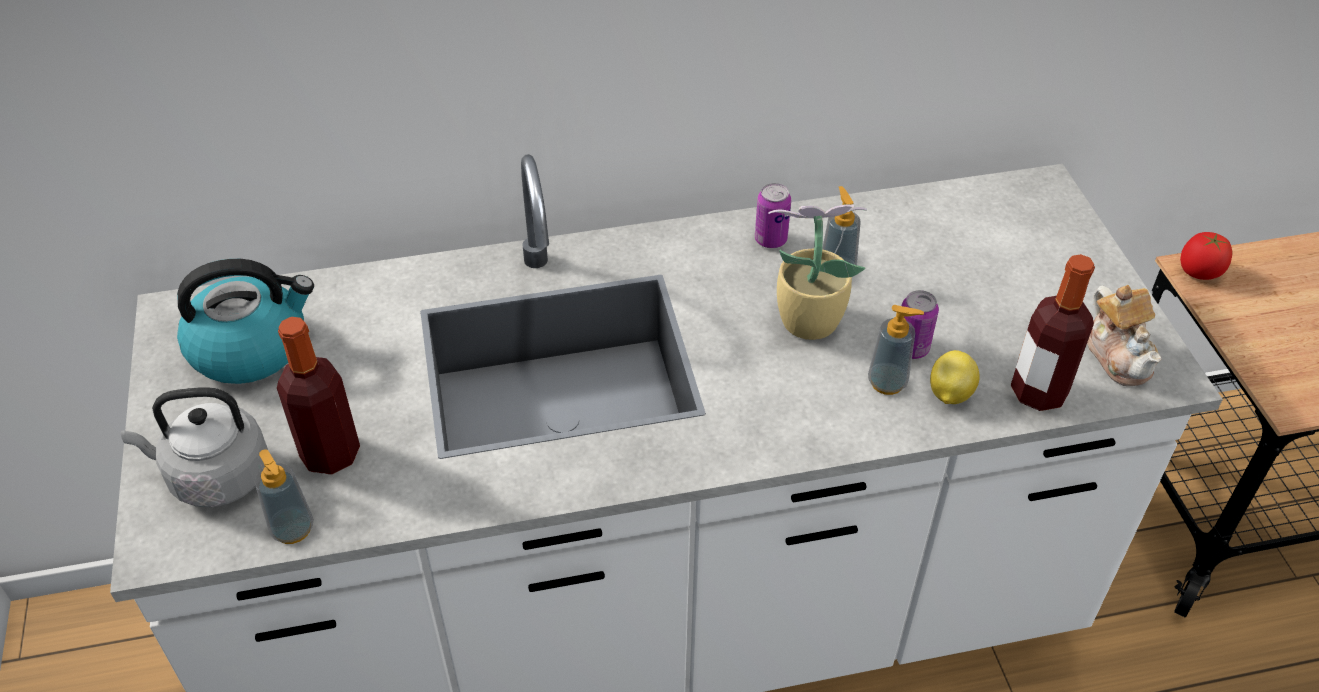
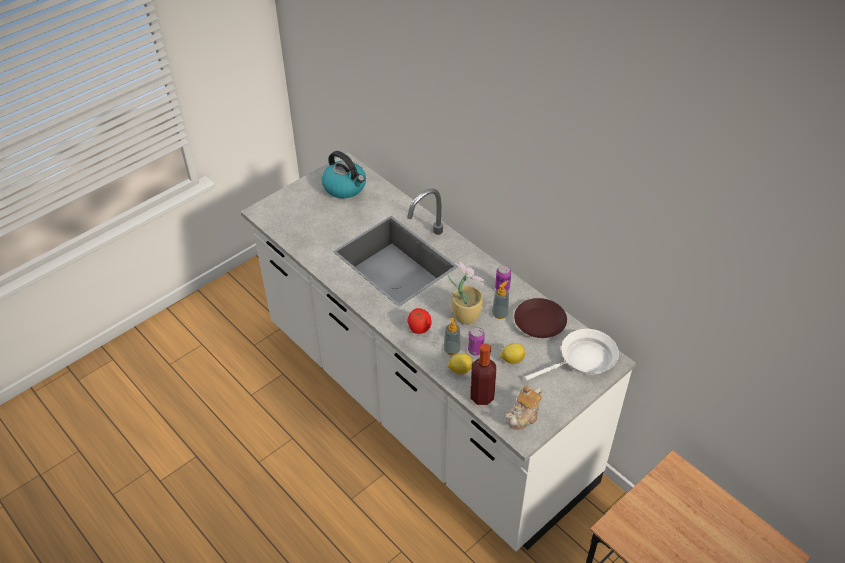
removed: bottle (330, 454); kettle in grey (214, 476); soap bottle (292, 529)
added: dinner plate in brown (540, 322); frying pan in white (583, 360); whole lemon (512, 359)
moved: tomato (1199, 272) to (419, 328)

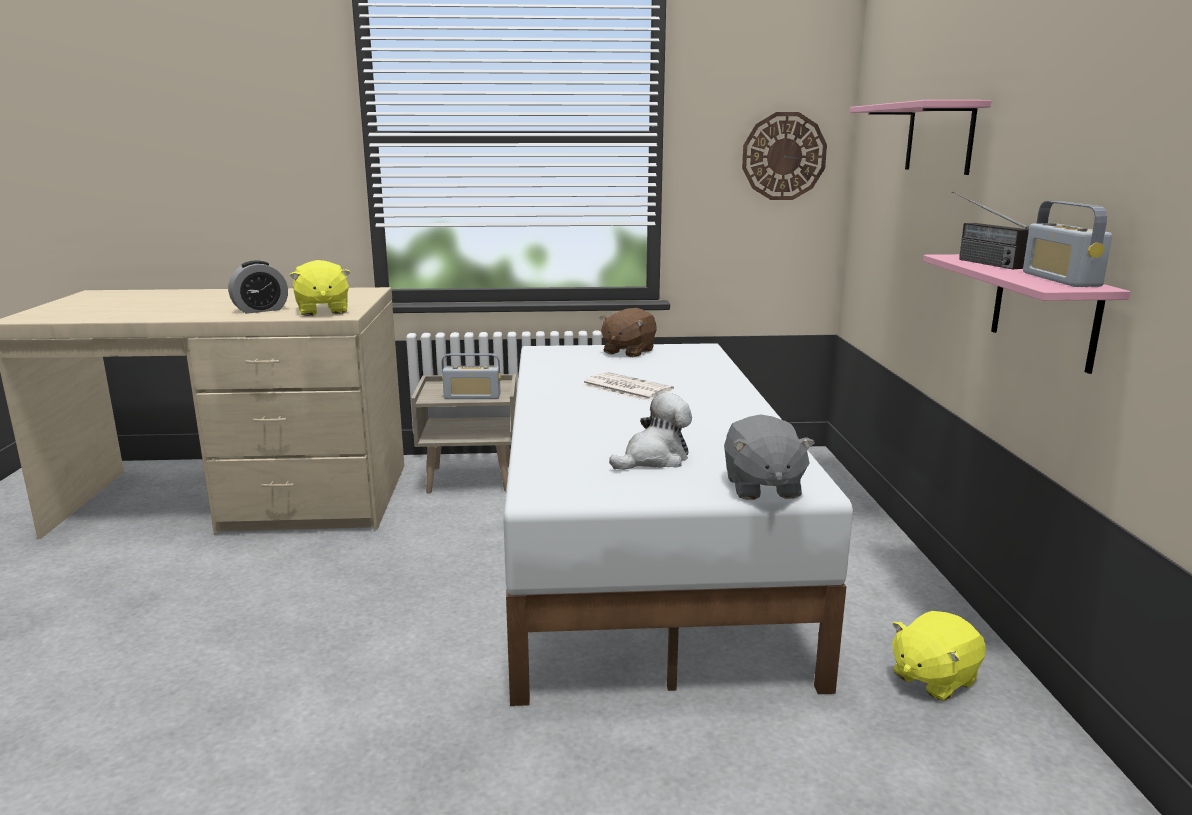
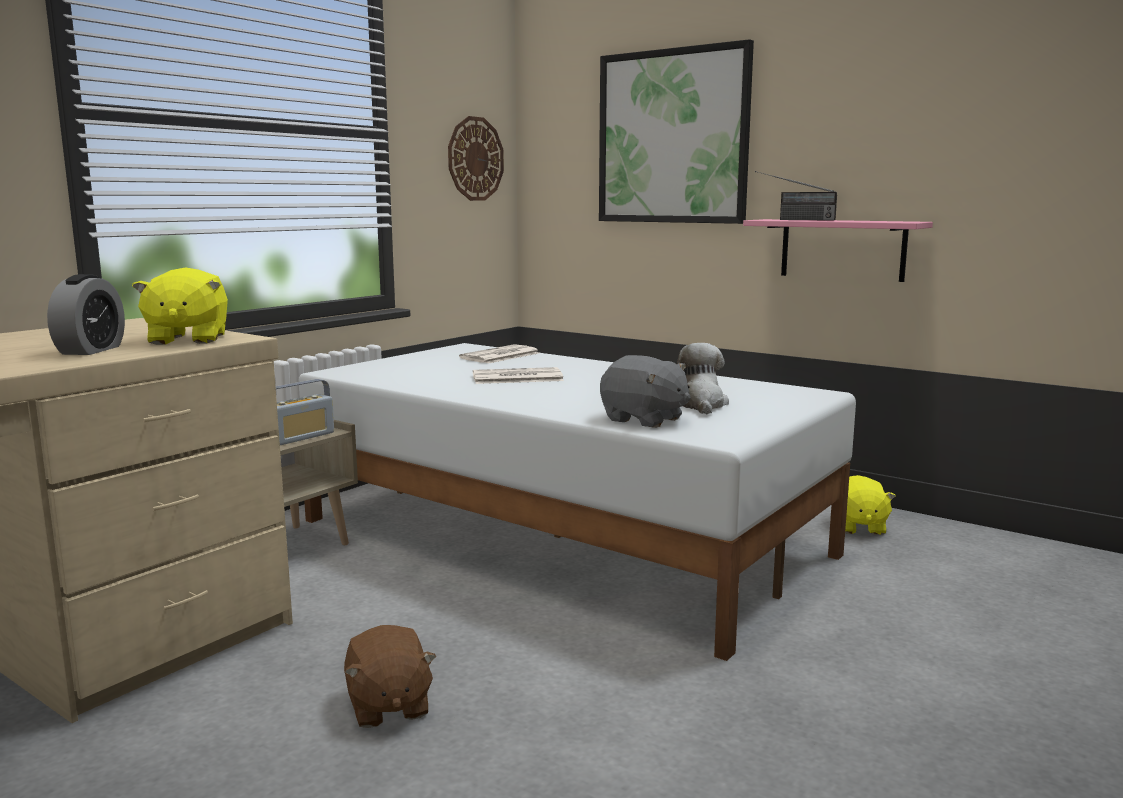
removed: radio set (1060, 279)
added: daily paper (500, 356)
moved: soft toy in brown (628, 351) to (388, 706); soft toy in grey (761, 487) to (644, 419)
replaced: wall shelf in pink-coloured (939, 138) to picture (672, 137)
turned: soft toy in yellow-coloured (322, 311) = (187, 339) 60 degrees clockwise

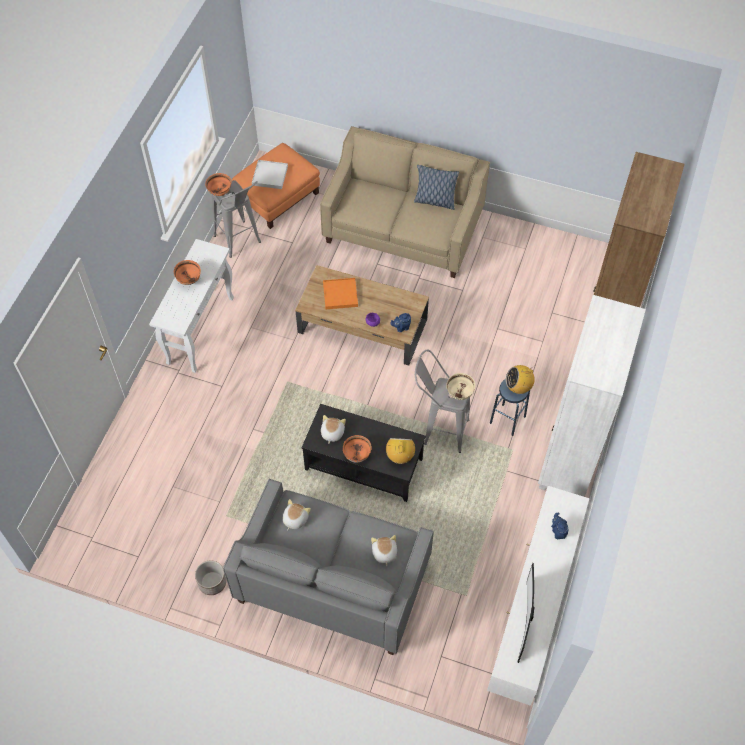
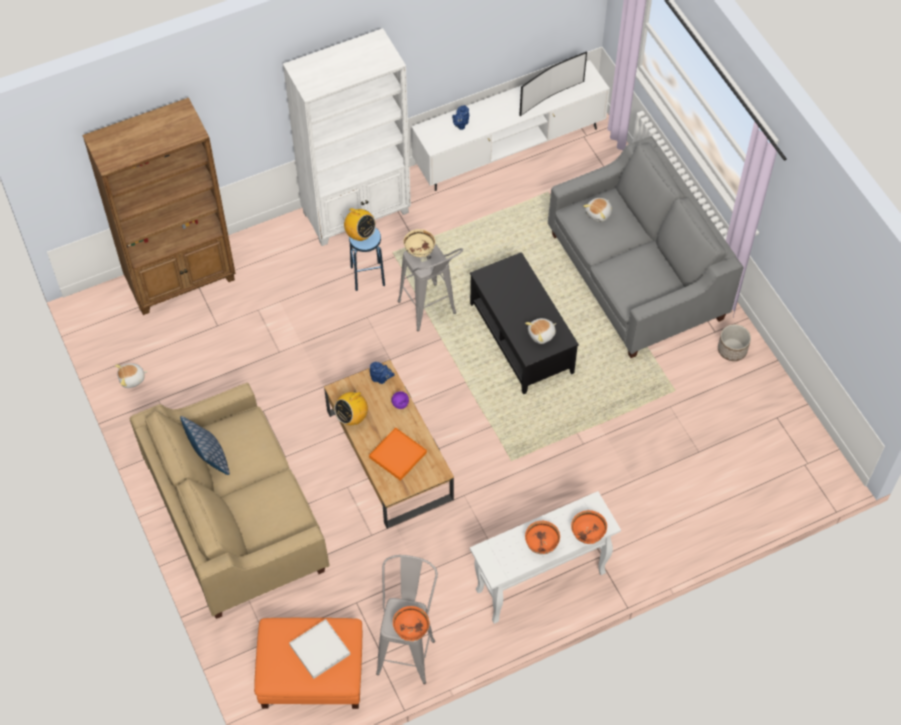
moved: serving bowl in orangey (356, 455) to (588, 535); radio set (400, 456) to (352, 417); soft toy (295, 519) to (132, 379)

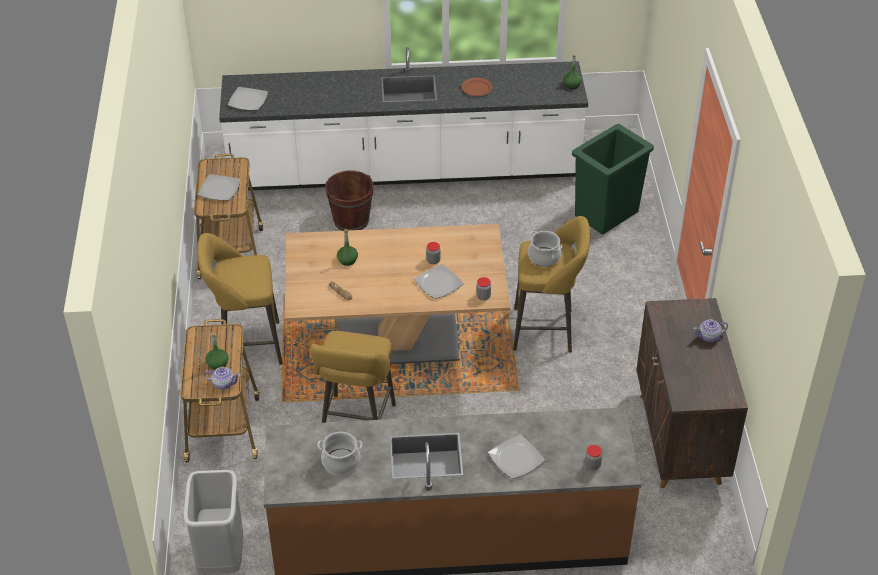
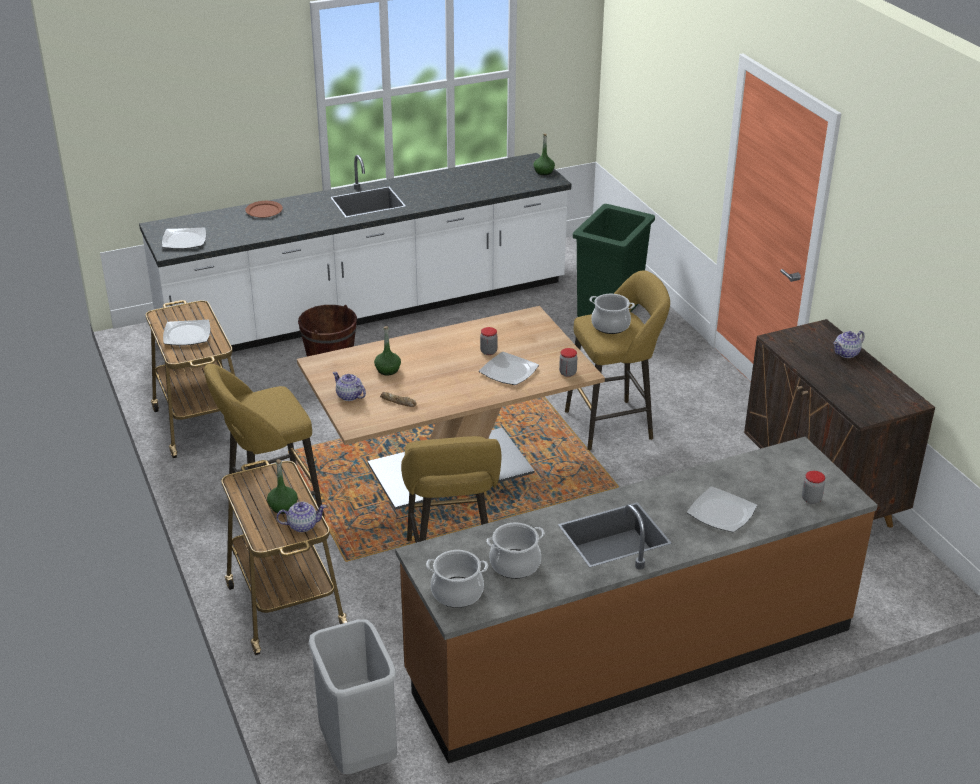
added: teapot (349, 396); stockpot (457, 593)
moved: dinner plate in brown (476, 88) to (264, 211)

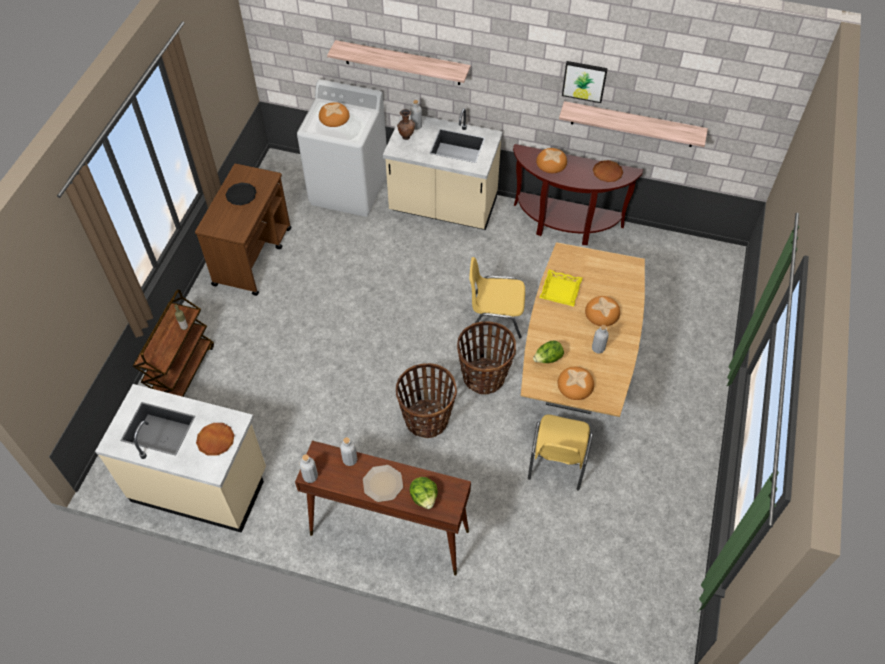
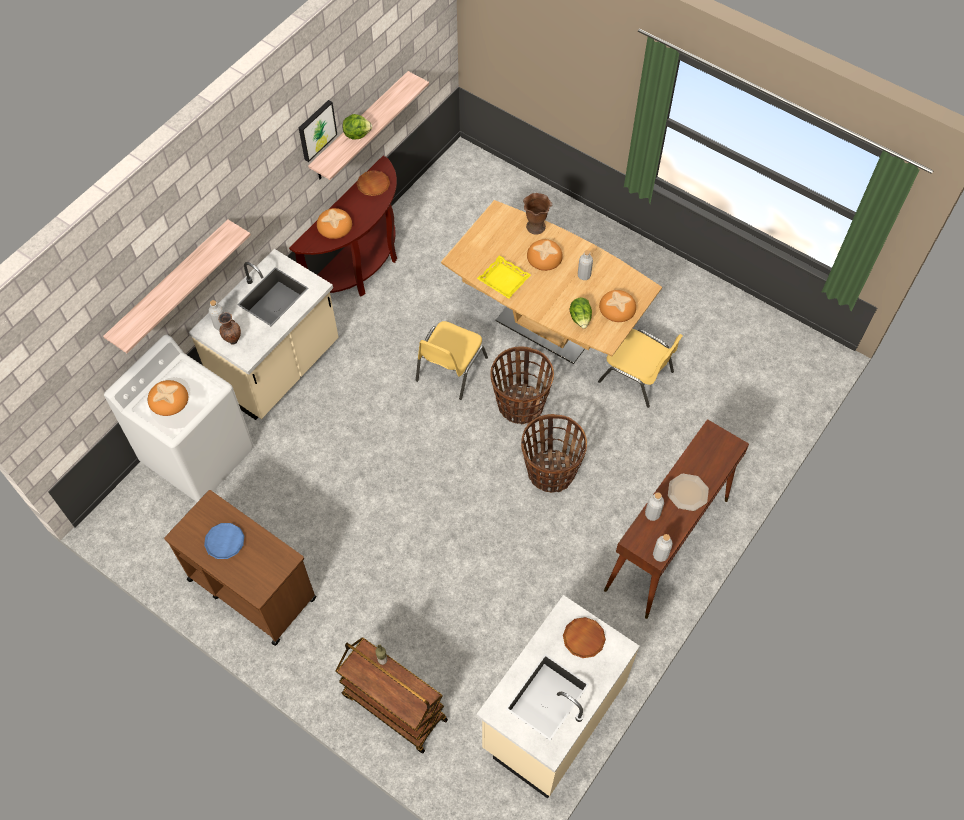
added: flower vase in brown (536, 226)
moved: lettuce head (424, 497) to (357, 134)
recoloured: dinner plate in black-coloured (241, 195) to dinner plate in bluish (225, 542)

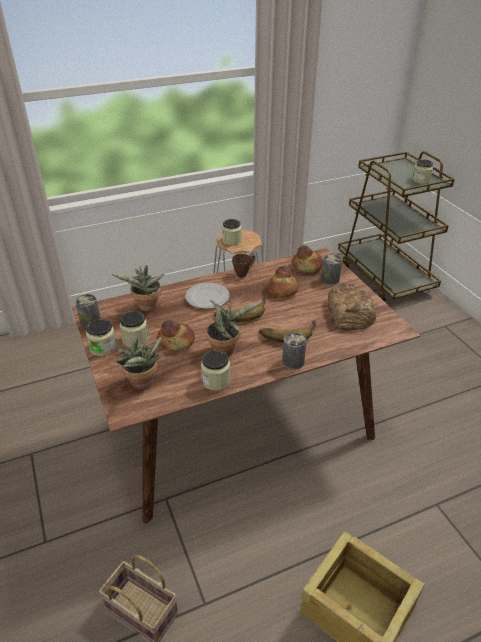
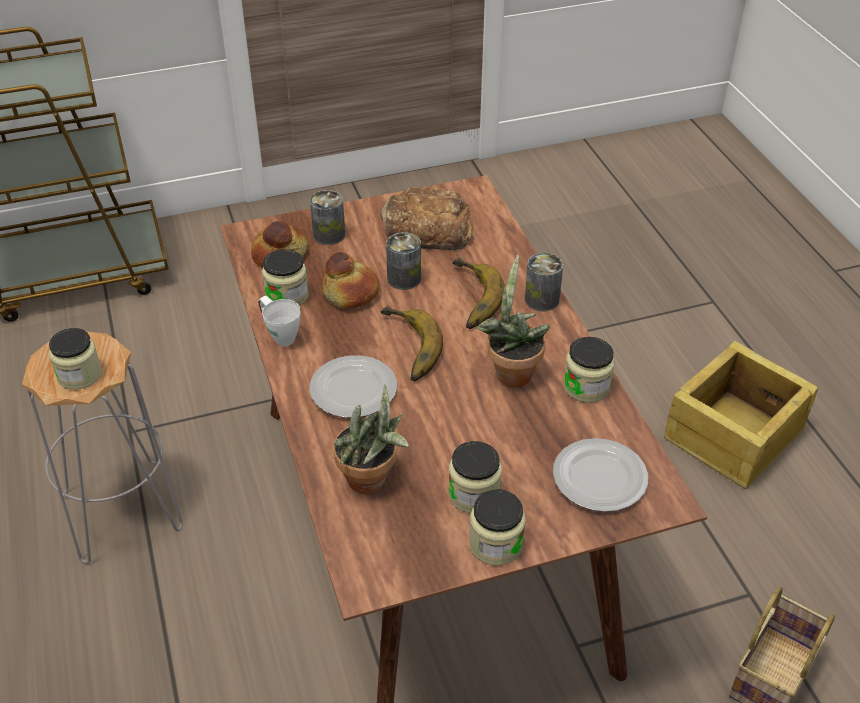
removed: baked bread (176, 342)
moved: storage jar (420, 180) to (287, 296); metal can (90, 321) to (404, 278)
replaced: plant in a pot (143, 384) to dinner plate (598, 478)
recoloured: coffee mug in brown (244, 273) to coffee mug in white (279, 335)

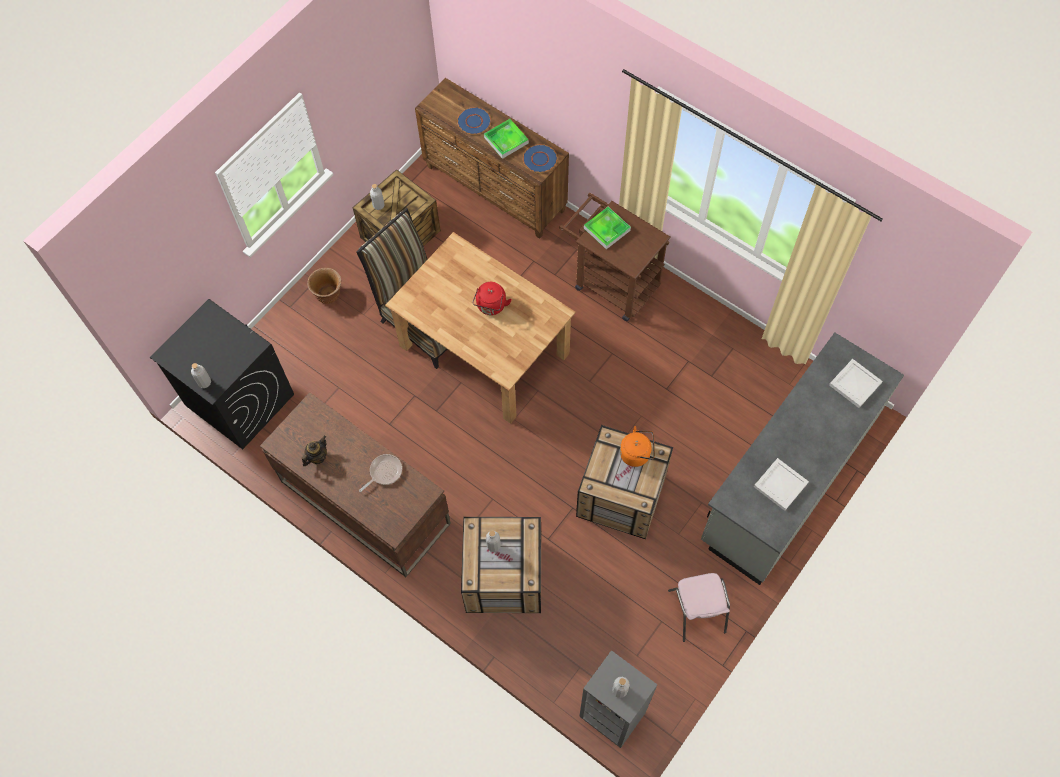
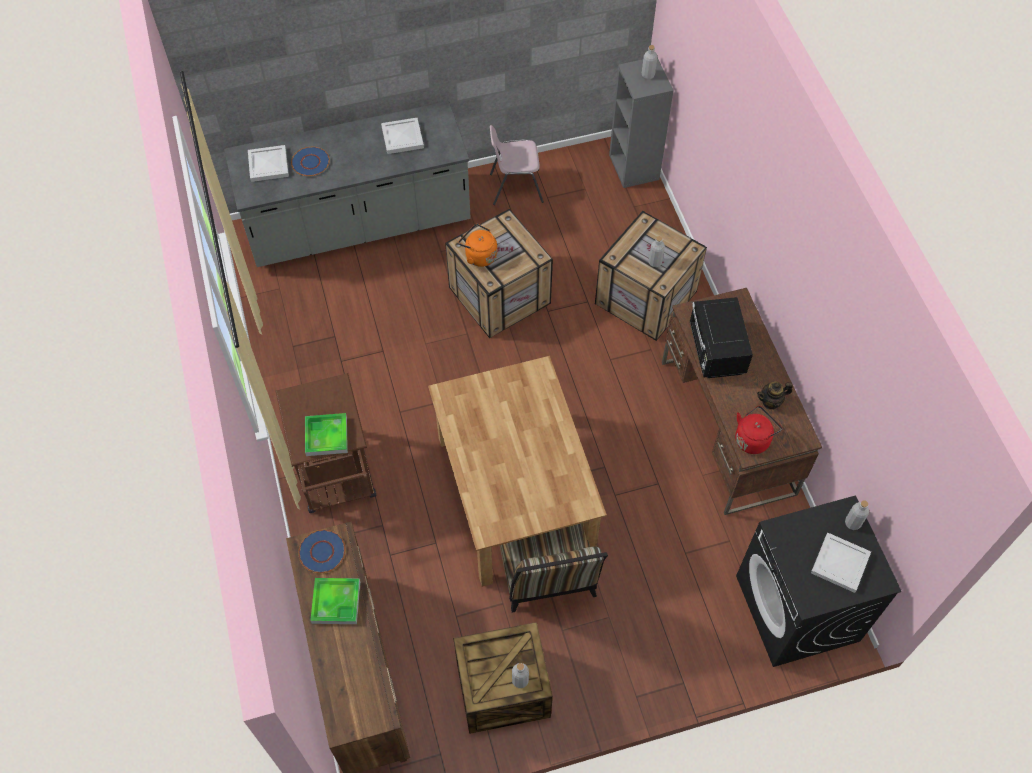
removed: plant pot in brown (329, 295)
added: carrying tray in white (840, 564)
moved: dinner plate in bluish (474, 121) to (310, 162); kettle in red (491, 306) to (753, 439)
replaced: frying pan (384, 472) to kitchen microwave in black-coloured (716, 351)
turned: chair in pink-coloured (697, 612) = (515, 187) 120 degrees counterclockwise

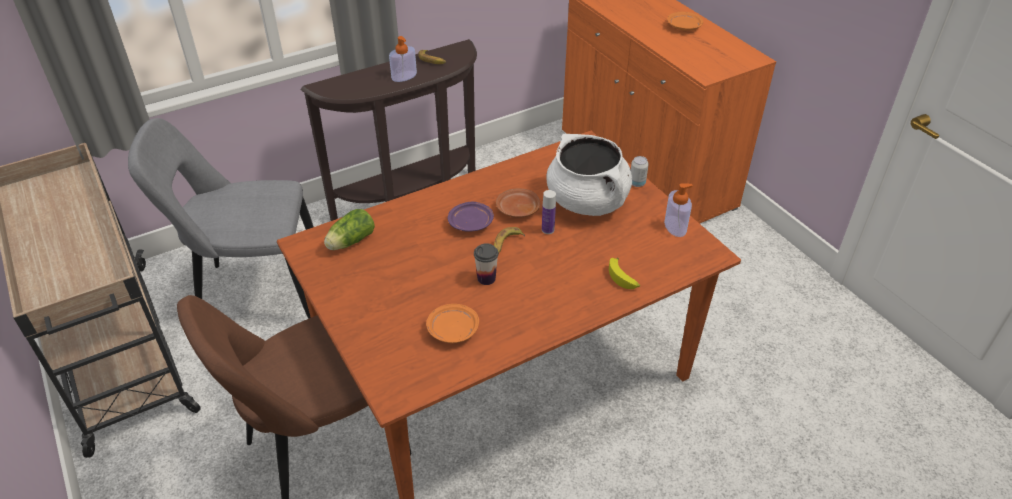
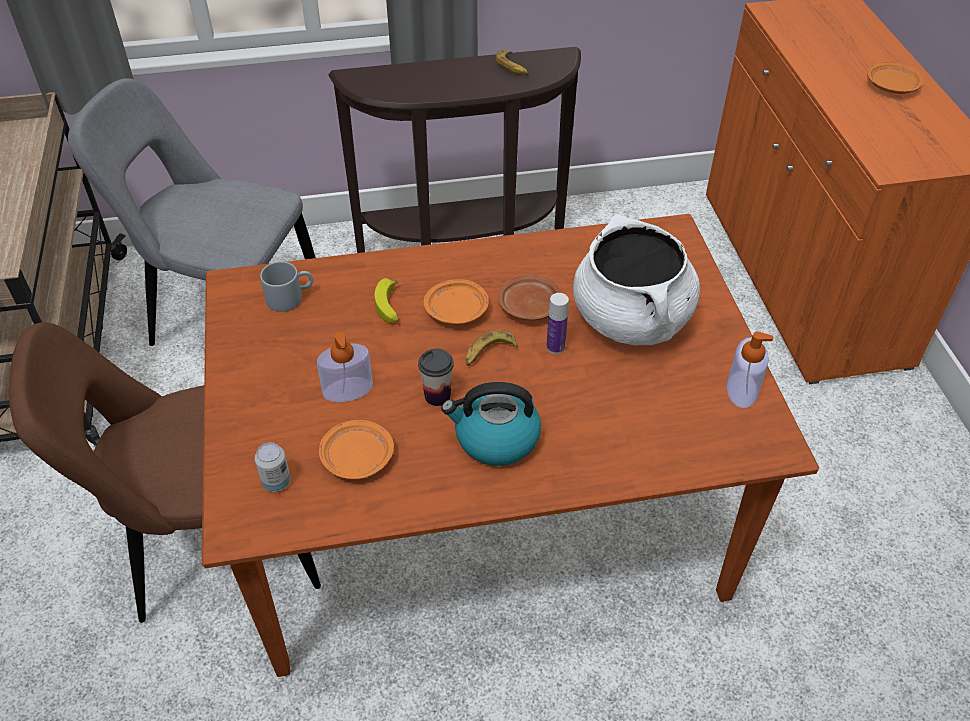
added: kettle (495, 439)
moved: soap bottle (404, 76) to (348, 390); metal can (637, 183) to (276, 482); banana (623, 278) to (390, 307)
replaced: lettuce head (349, 242) to coffee mug in grey (290, 297)
recoloured: dinner plate in purple-coloured (471, 223) to dinner plate in orangey (457, 310)

